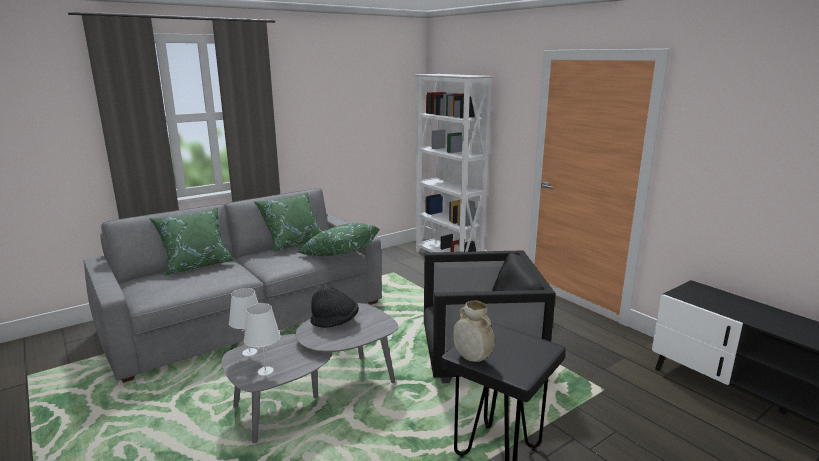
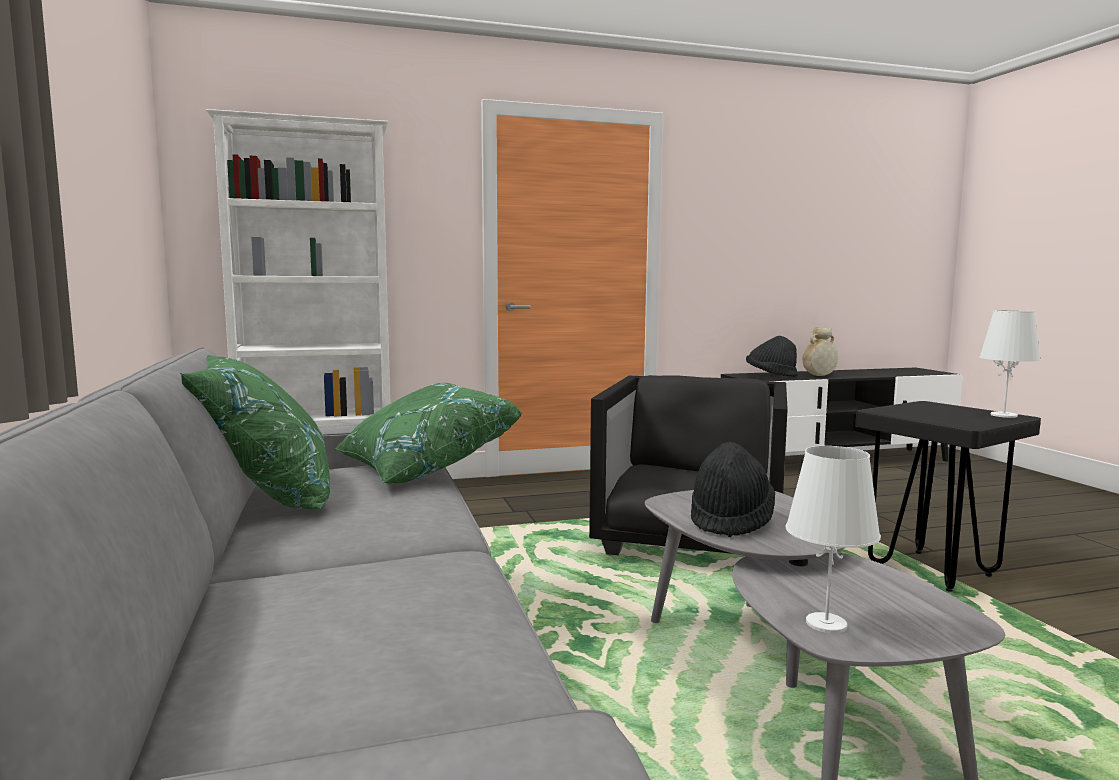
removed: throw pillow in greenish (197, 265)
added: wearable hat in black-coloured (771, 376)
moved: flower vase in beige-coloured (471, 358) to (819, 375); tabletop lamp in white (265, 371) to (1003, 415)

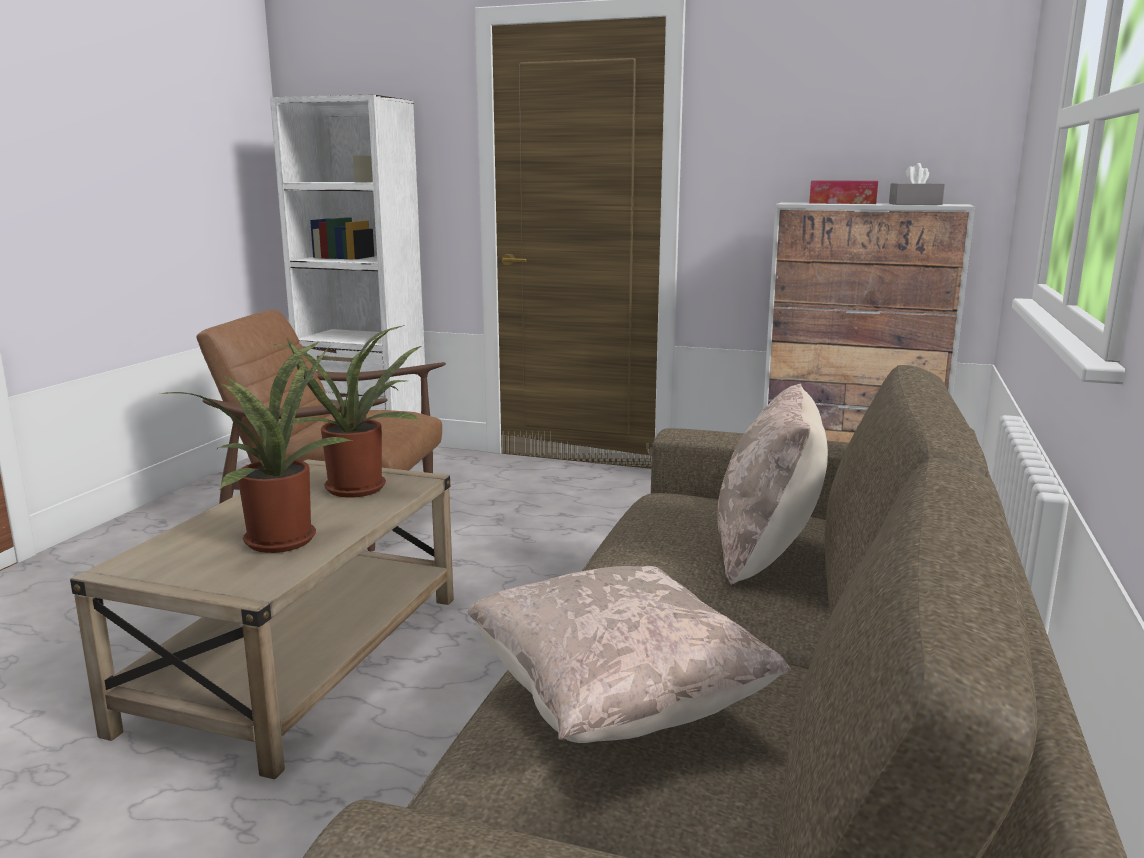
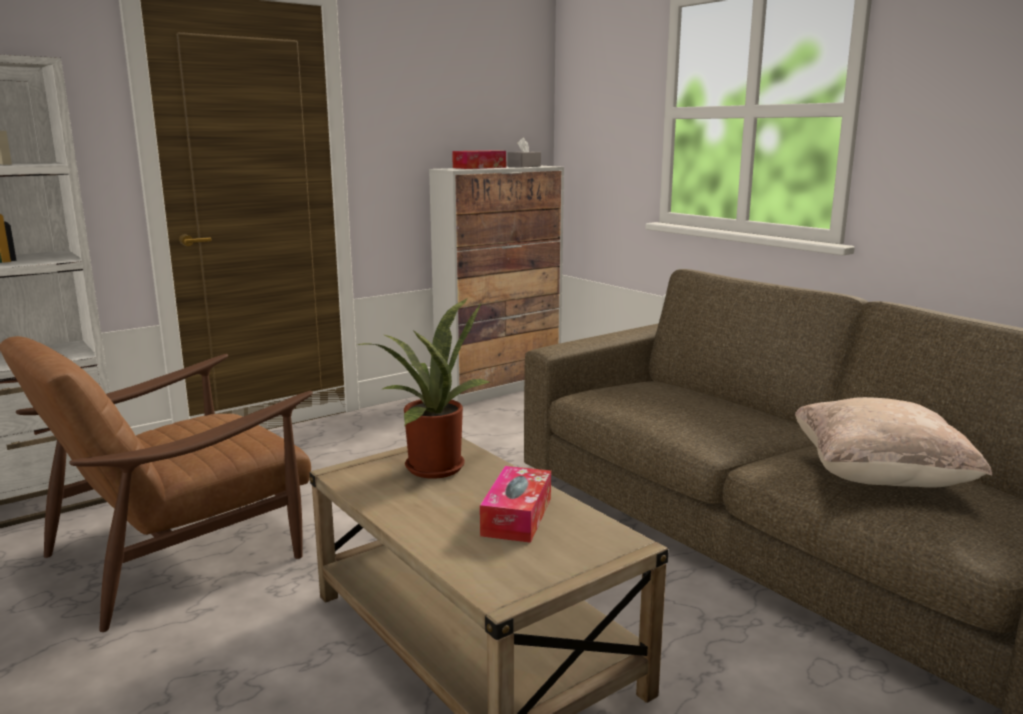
removed: throw pillow in beige-coloured (766, 553)
replaced: plant in a pot (277, 538) to box of tissues (517, 516)

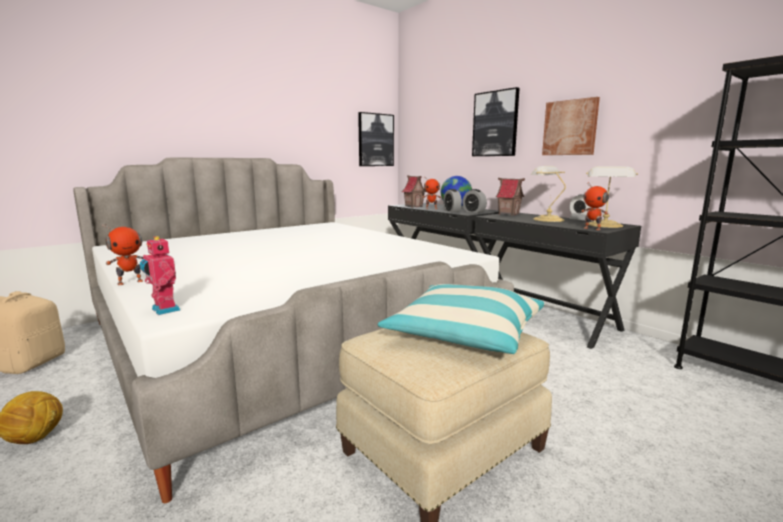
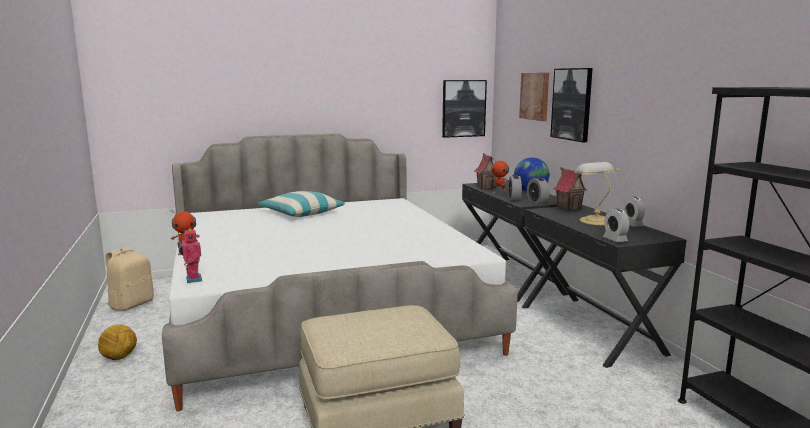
removed: tabletop lamp (605, 225)
moved: picture (570, 128) to (535, 96); throw pillow (465, 333) to (301, 213)
replaced: robot figure (592, 229) to alarm clock (615, 239)

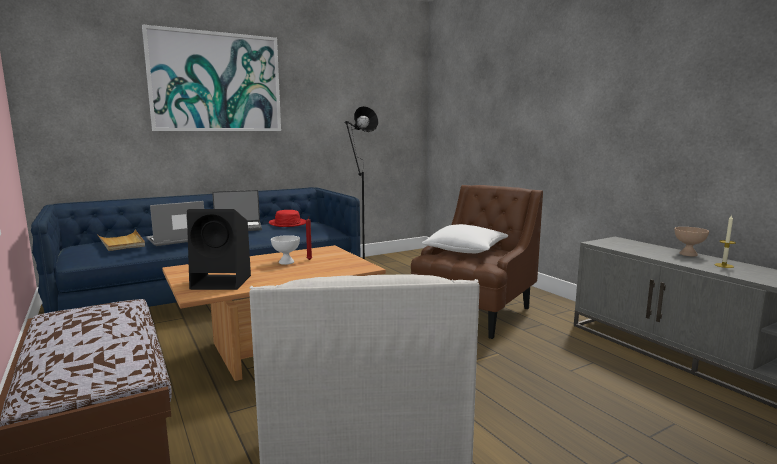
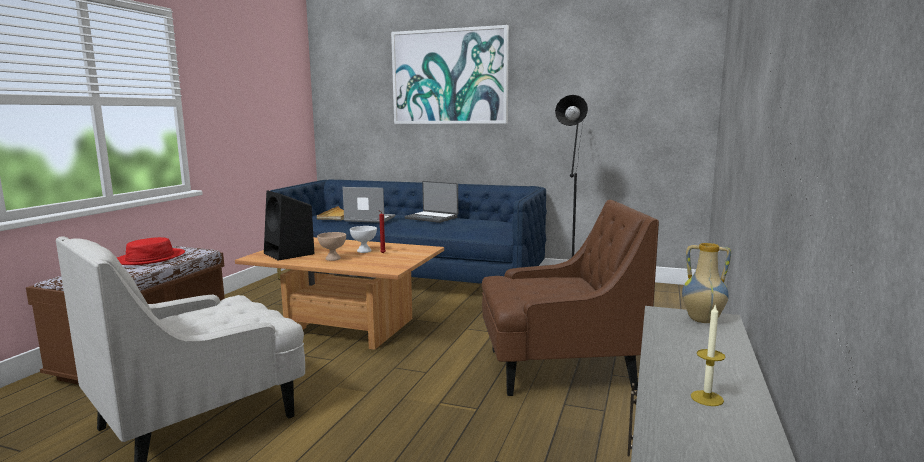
removed: throw pillow in white (466, 250)
added: flower vase (702, 320)
moved: wearable hat in red (287, 223) to (150, 258); serving bowl in beige-coloured (688, 254) to (333, 259)

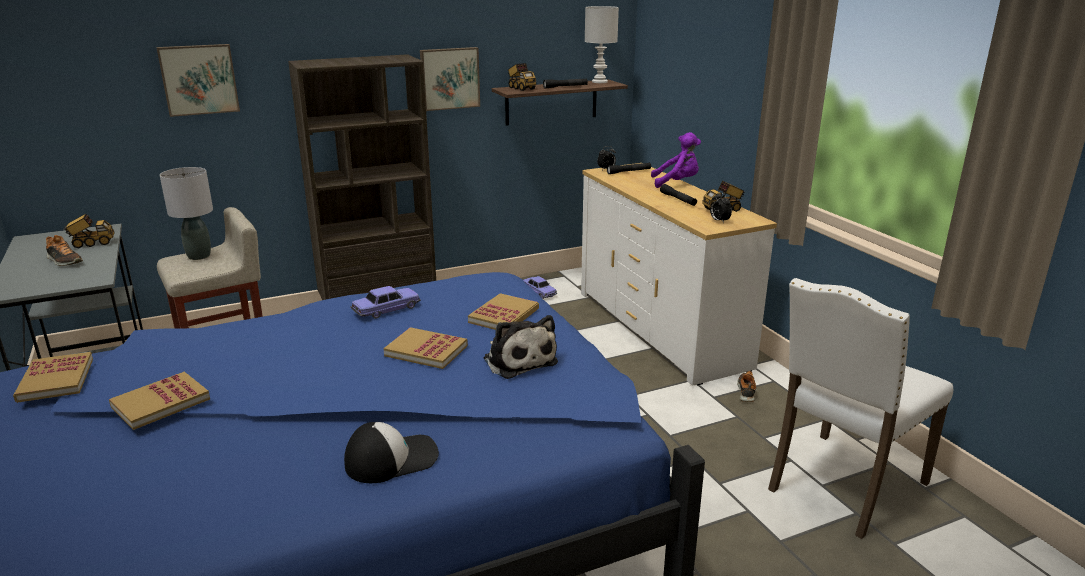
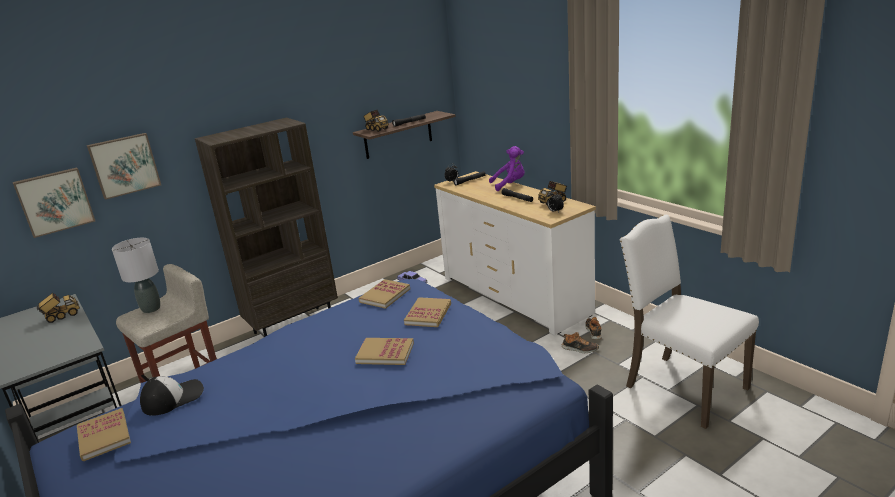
removed: tabletop lamp in white (599, 82); toy car (386, 310); soft toy (518, 360)
moved: picture (449, 78) to (55, 201); low shoe (64, 261) to (579, 349); book (160, 403) to (385, 295); peaked cap (392, 459) to (173, 398)
turned: chair in white (842, 486) = (682, 387) 105 degrees clockwise

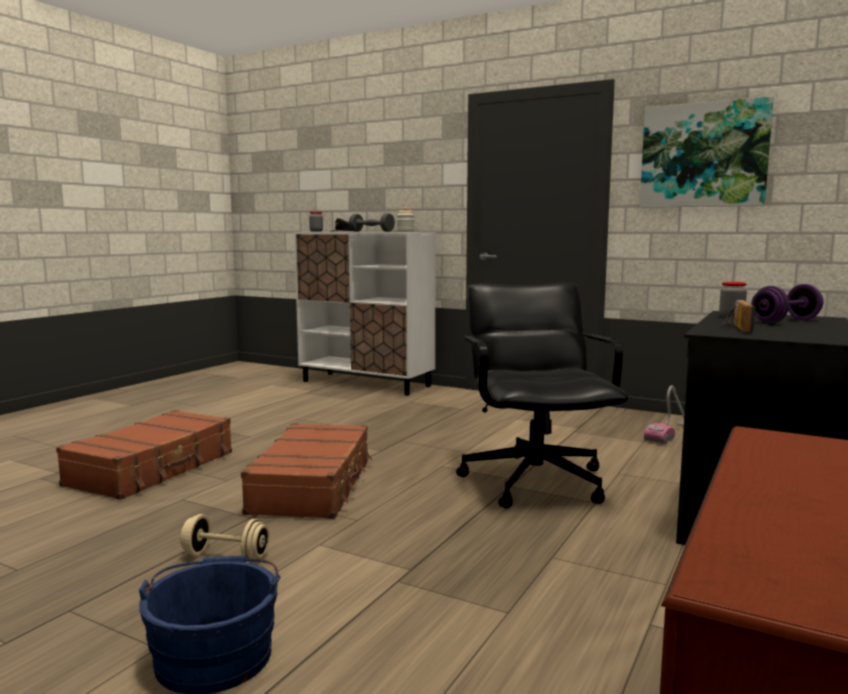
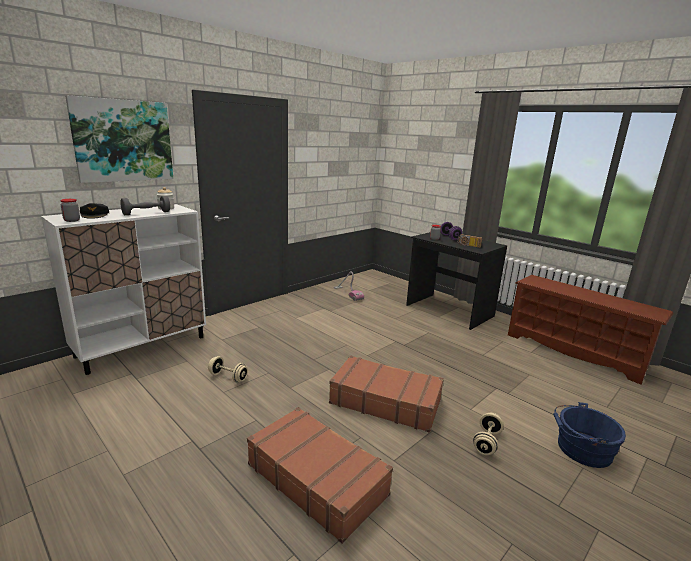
removed: desk chair in black-coloured (535, 481)
added: dumbbell in beige-coloured (228, 377)
moved: picture (703, 155) to (123, 141)

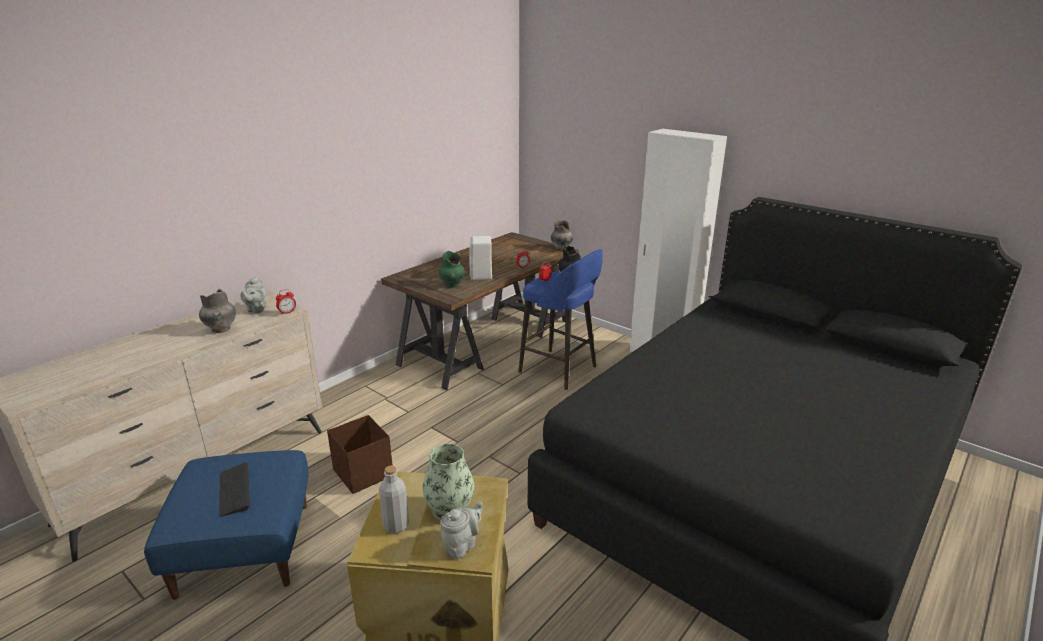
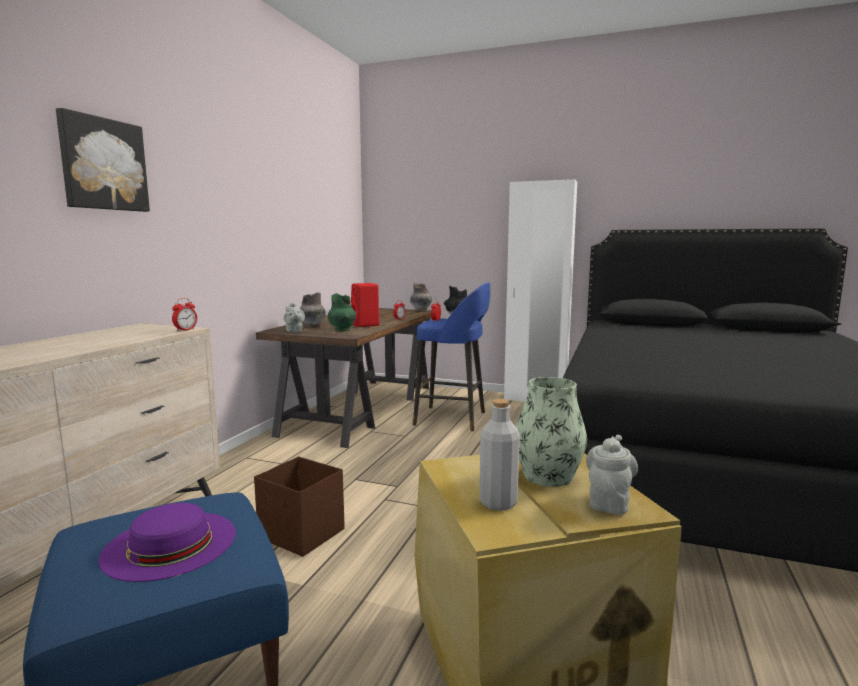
added: picture (103, 164)
moved: teapot in grey (256, 309) to (294, 331); flower vase in grey (221, 329) to (312, 326)
replaced: PC keyboard (234, 490) to wearable hat in purple-coloured (170, 544)
recoloured: speaker in white (481, 276) to speaker in red (365, 325)

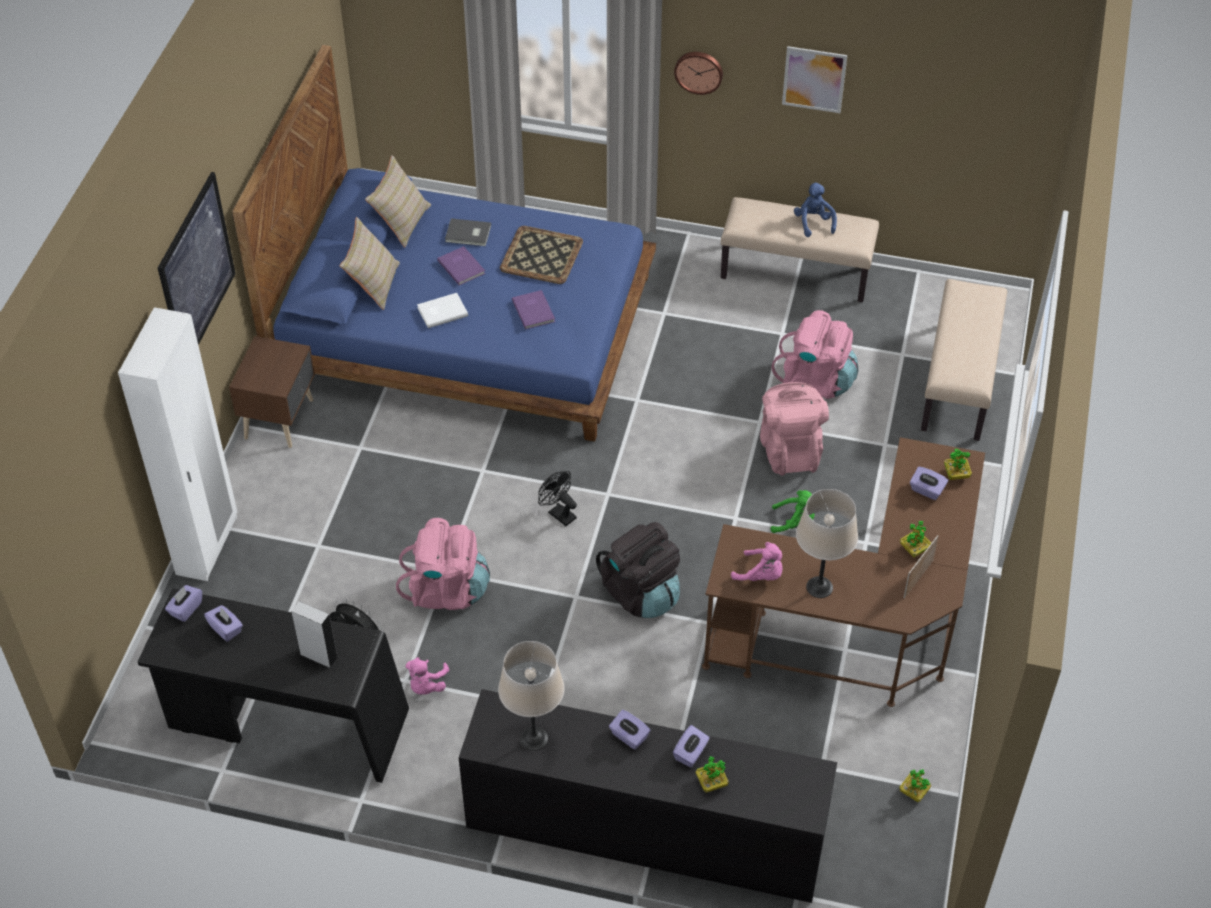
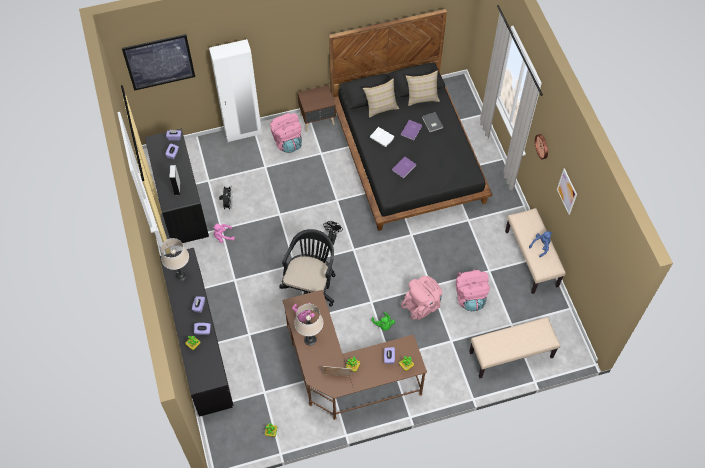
removed: carrying tray (542, 255)
moved: picture (196, 270) to (159, 62); backpack in pink-coloured (447, 590) to (287, 141)
replaced: backpack in black-coloured (641, 593) to desk chair in black-coloured (310, 286)
recoloured: sleeping bed in bluish (466, 327) to sleeping bed in black-coloured (408, 154)

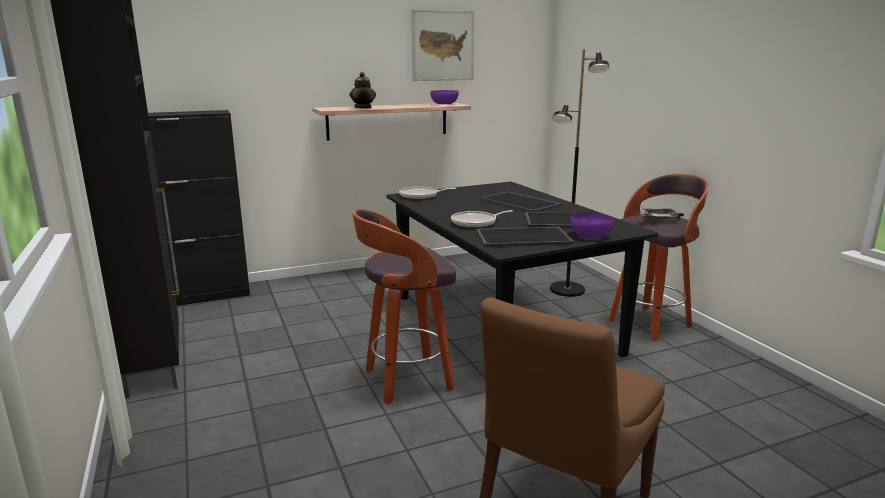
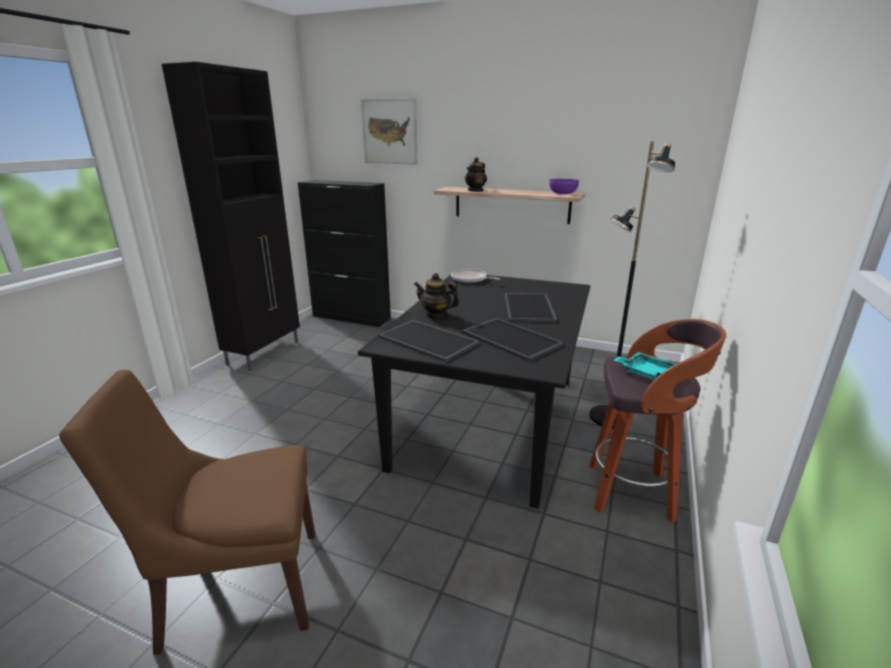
removed: stool (406, 381); serving bowl in purple-coloured (591, 235)
moved: picture (443, 46) to (389, 132)
replaced: frying pan (476, 223) to teapot (436, 315)
recoloured: carrying tray in grey (659, 220) to carrying tray in blue-green (645, 373)

